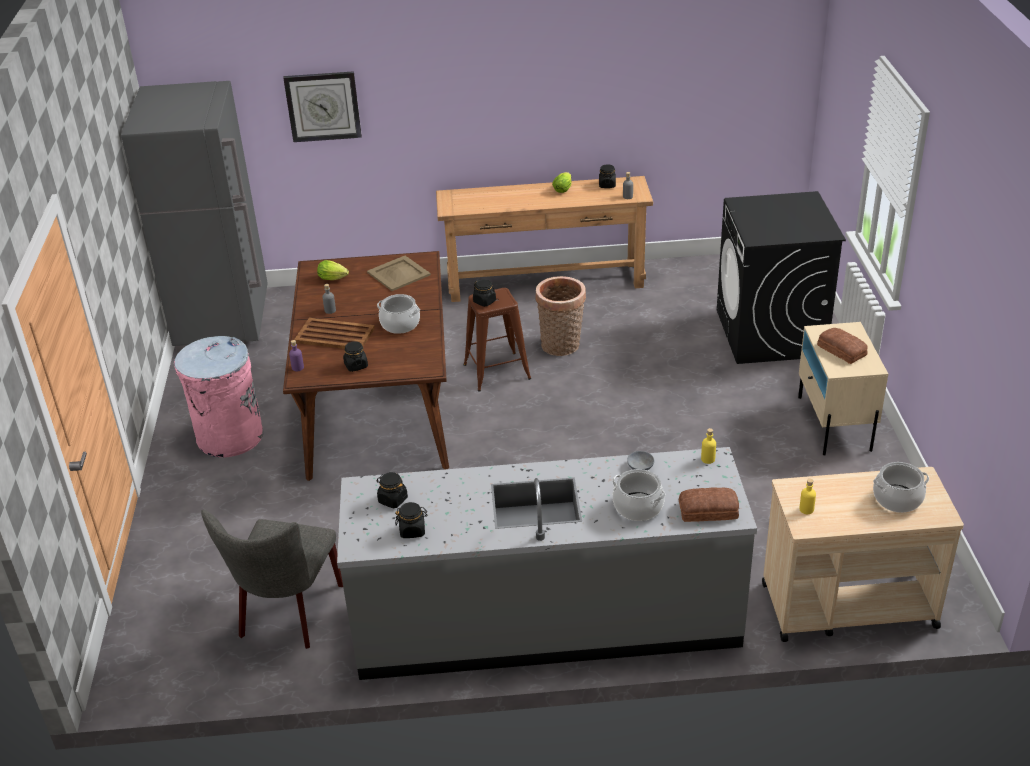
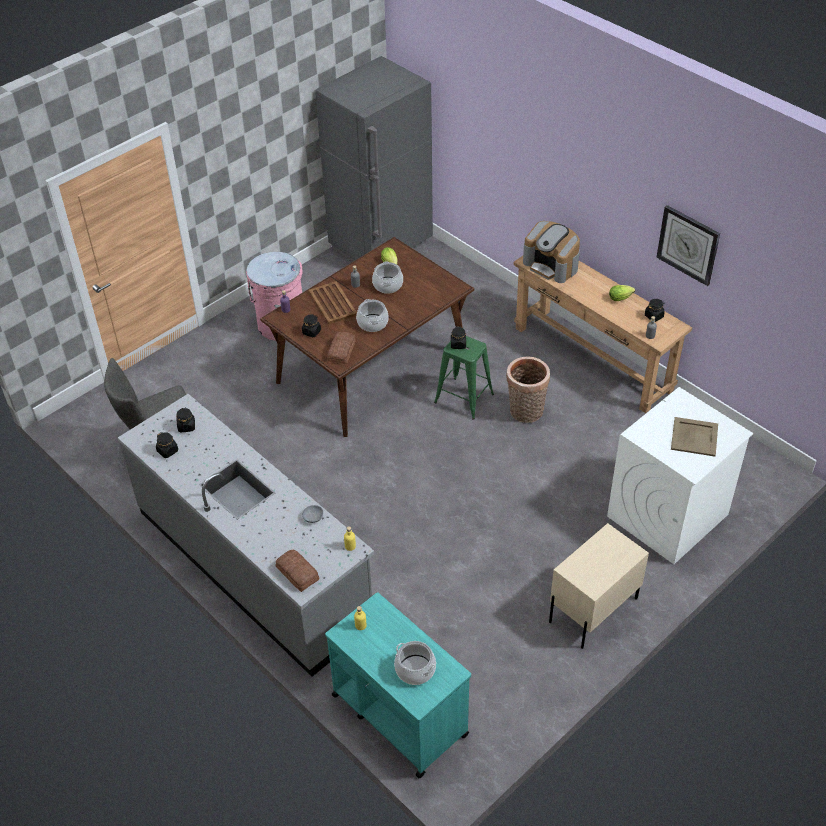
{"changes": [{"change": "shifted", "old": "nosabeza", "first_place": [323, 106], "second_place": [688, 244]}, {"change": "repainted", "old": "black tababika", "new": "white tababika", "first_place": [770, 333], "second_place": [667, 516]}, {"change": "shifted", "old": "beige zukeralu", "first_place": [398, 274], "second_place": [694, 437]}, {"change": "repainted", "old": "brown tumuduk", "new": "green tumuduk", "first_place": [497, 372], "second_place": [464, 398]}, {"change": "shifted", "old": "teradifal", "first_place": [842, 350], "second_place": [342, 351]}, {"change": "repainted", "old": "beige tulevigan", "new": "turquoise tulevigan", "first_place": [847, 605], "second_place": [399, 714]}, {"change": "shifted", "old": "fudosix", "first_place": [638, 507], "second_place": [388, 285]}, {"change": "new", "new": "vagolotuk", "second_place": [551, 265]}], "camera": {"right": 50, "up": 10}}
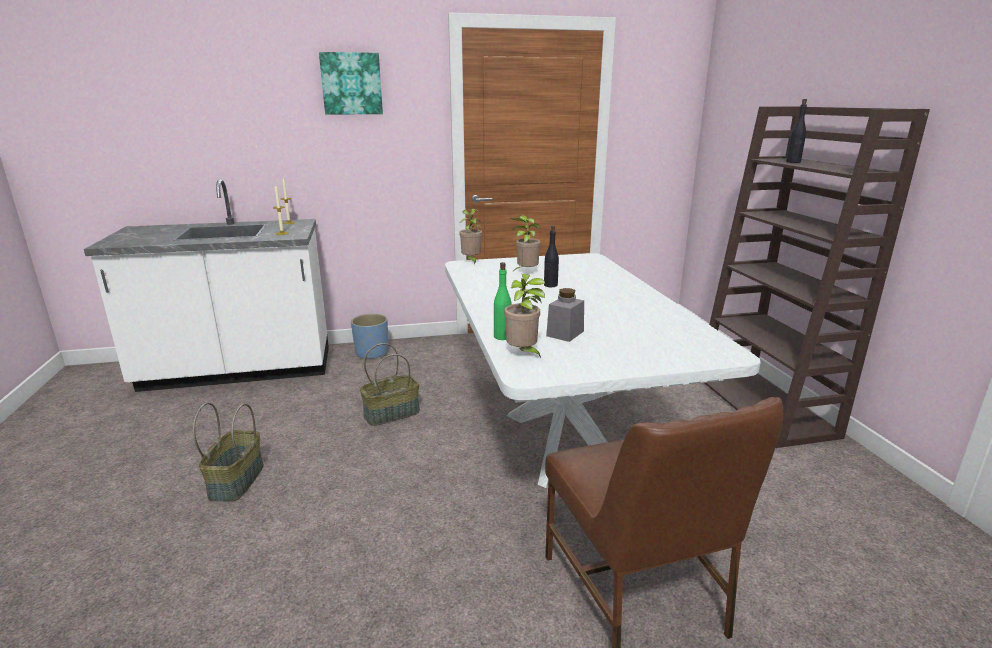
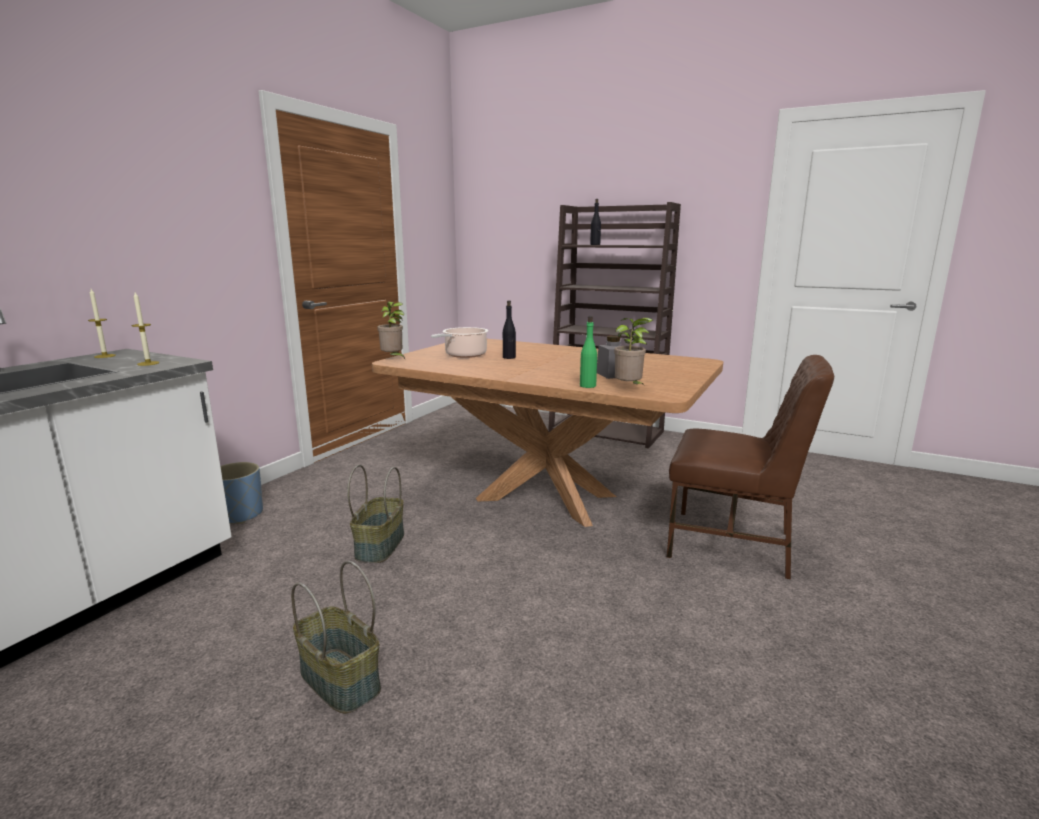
{"changes": [{"change": "gone", "old": "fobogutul", "first_place": [351, 84]}, {"change": "swapped", "old": "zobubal", "new": "fudosix", "first_place": [526, 272], "second_place": [464, 355]}, {"change": "repainted", "old": "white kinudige", "new": "brown kinudige", "first_place": [561, 442], "second_place": [547, 498]}], "camera": {"right": -50, "up": -5}}
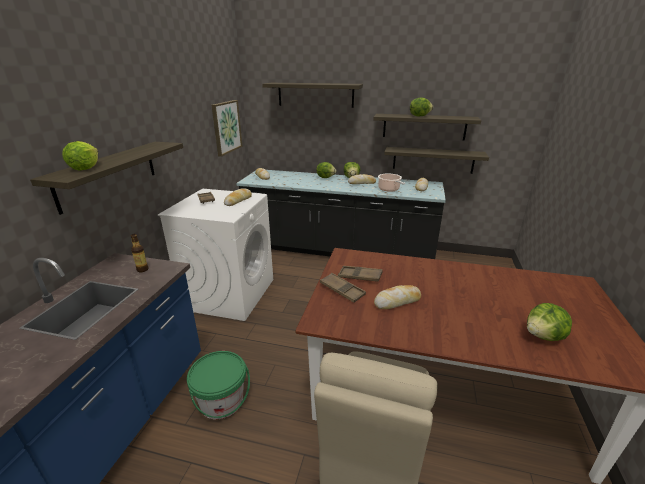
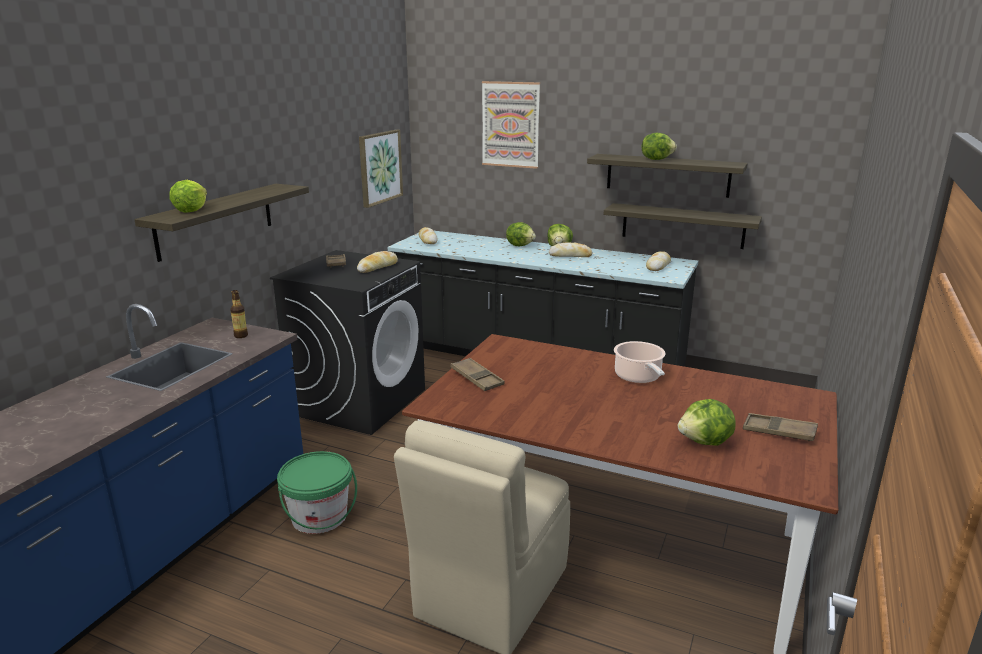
{"changes": [{"change": "swapped", "old": "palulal", "new": "fobogutul", "first_place": [315, 95], "second_place": [510, 124]}, {"change": "shifted", "old": "fudosix", "first_place": [389, 189], "second_place": [638, 377]}, {"change": "repainted", "old": "white tababika", "new": "black tababika", "first_place": [229, 293], "second_place": [359, 401]}, {"change": "shifted", "old": "brown zukeralu", "first_place": [360, 276], "second_place": [779, 432]}, {"change": "gone", "old": "teradifal", "first_place": [397, 301]}], "camera": {"right": 10, "up": -5}}
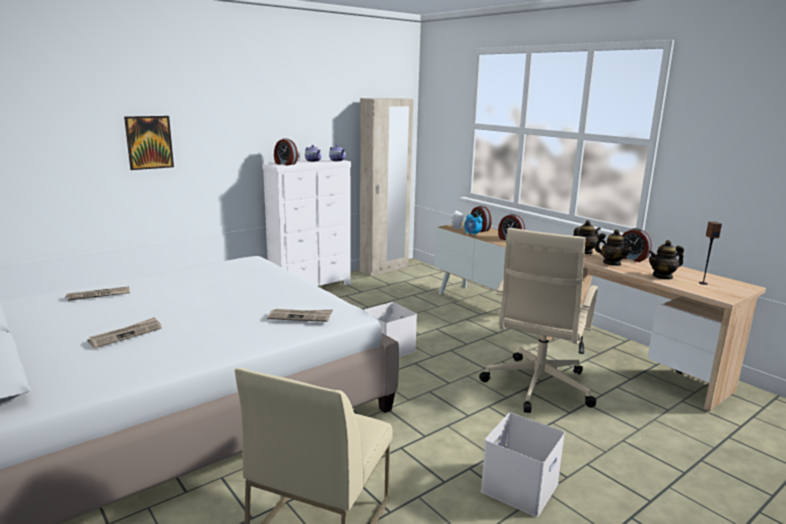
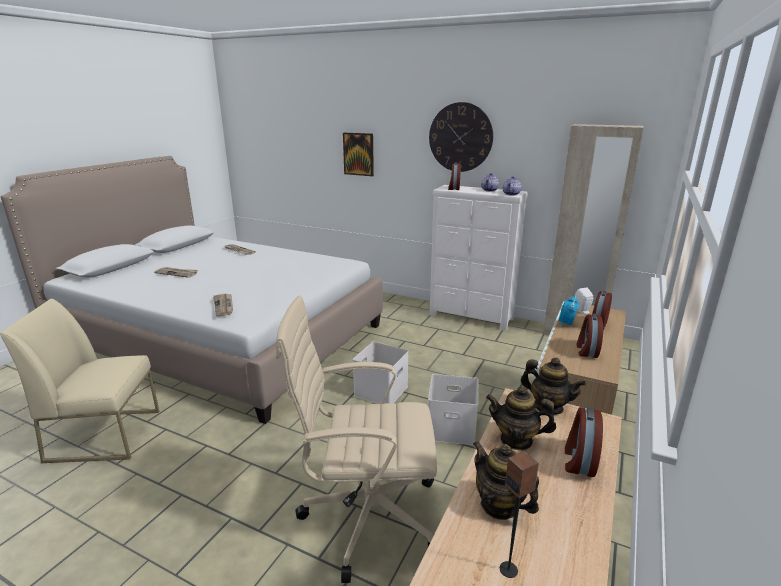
{"changes": [{"change": "rotated", "old": "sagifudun", "first_place": [611, 263], "second_place": [516, 440], "degrees": 90}, {"change": "shifted", "old": "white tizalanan", "first_place": [520, 488], "second_place": [450, 428]}, {"change": "new", "new": "nosabeza", "second_place": [460, 137]}], "camera": {"right": 65, "up": 5}}
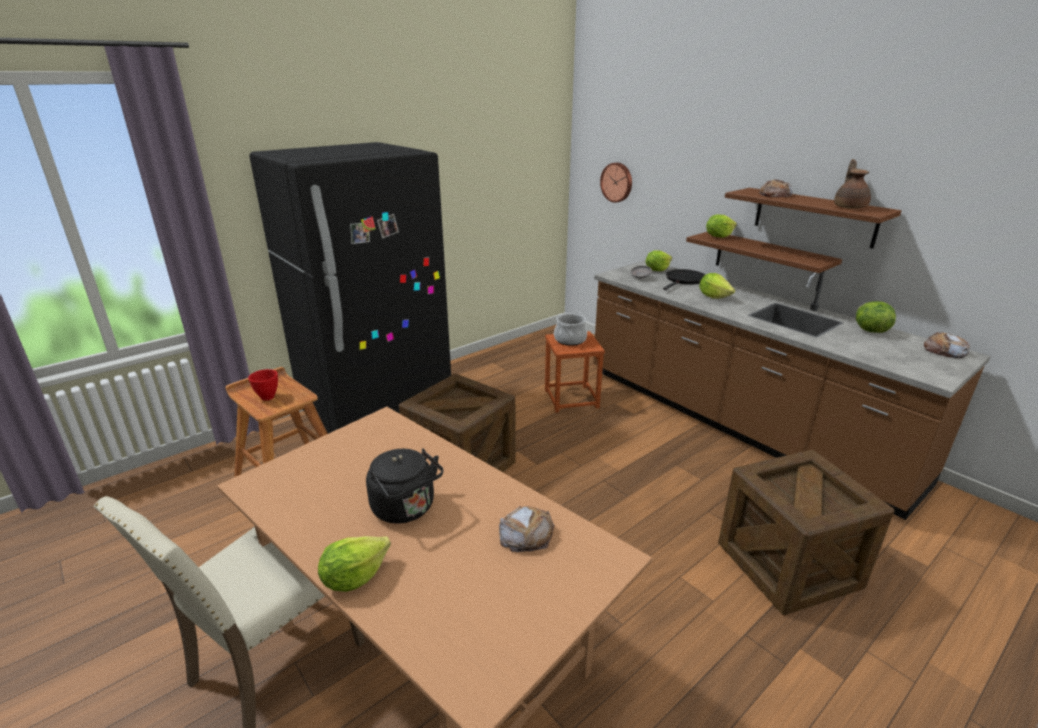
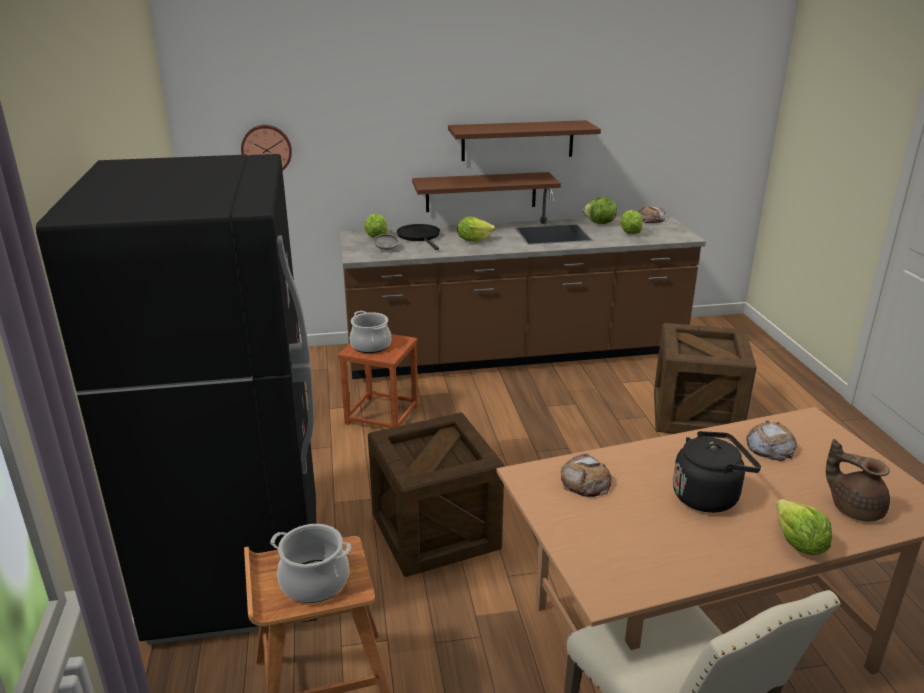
{"changes": [{"change": "shifted", "old": "brown sagifudun", "first_place": [849, 207], "second_place": [854, 508]}, {"change": "shifted", "old": "teradifal", "first_place": [775, 195], "second_place": [585, 481]}, {"change": "shifted", "old": "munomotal", "first_place": [718, 236], "second_place": [629, 233]}, {"change": "swapped", "old": "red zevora", "new": "fudosix", "first_place": [268, 397], "second_place": [315, 581]}], "camera": {"right": -60, "up": 0}}
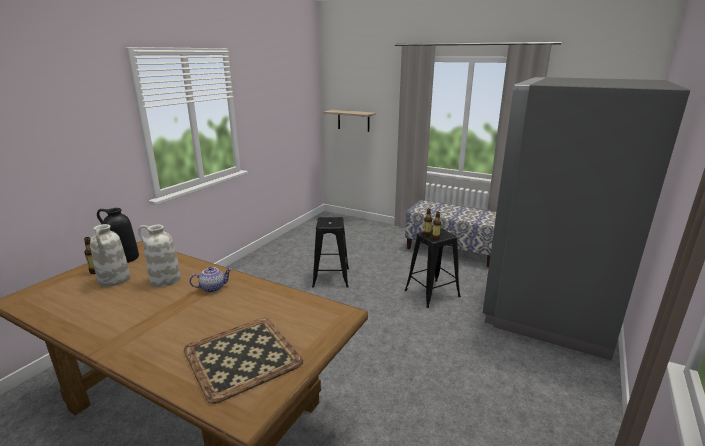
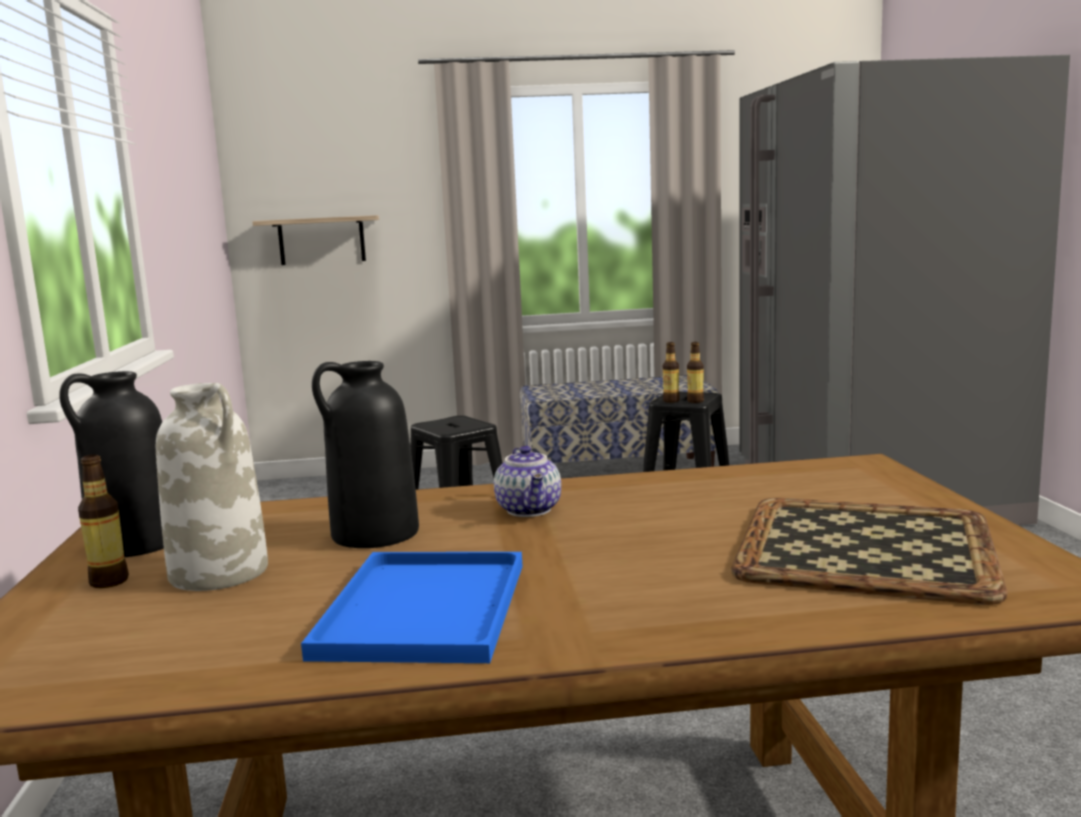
{"changes": [{"change": "repainted", "old": "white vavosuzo", "new": "black vavosuzo", "first_place": [164, 280], "second_place": [374, 534]}, {"change": "rotated", "old": "sagifudun", "first_place": [213, 288], "second_place": [530, 510], "degrees": 135}, {"change": "new", "new": "blue zukeralu", "second_place": [425, 611]}], "camera": {"right": -35, "up": -10}}
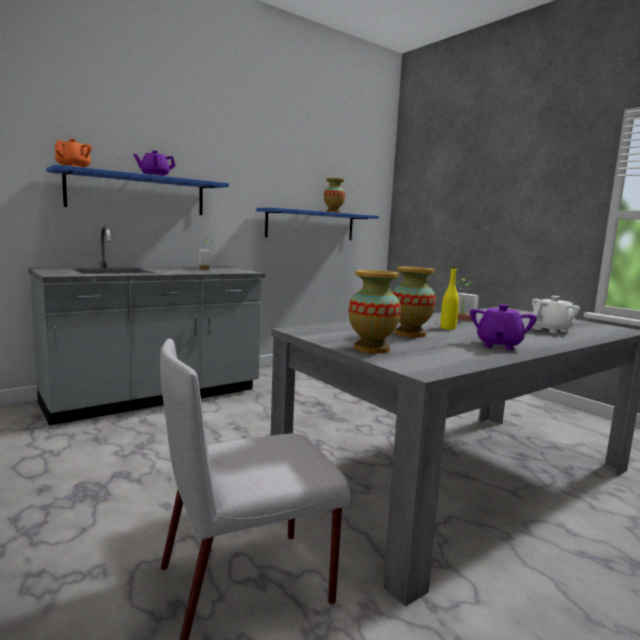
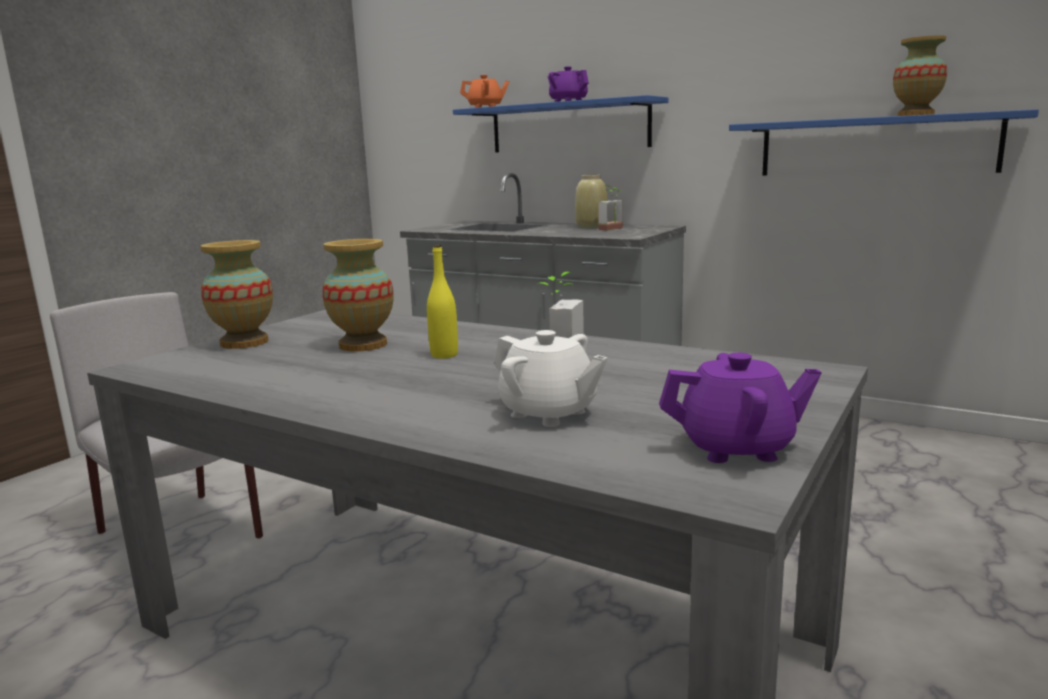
{"changes": [{"change": "shifted", "old": "purple sagifudun", "first_place": [499, 345], "second_place": [737, 448]}, {"change": "new", "new": "beige vavosuzo", "second_place": [591, 227]}], "camera": {"right": 70, "up": 5}}
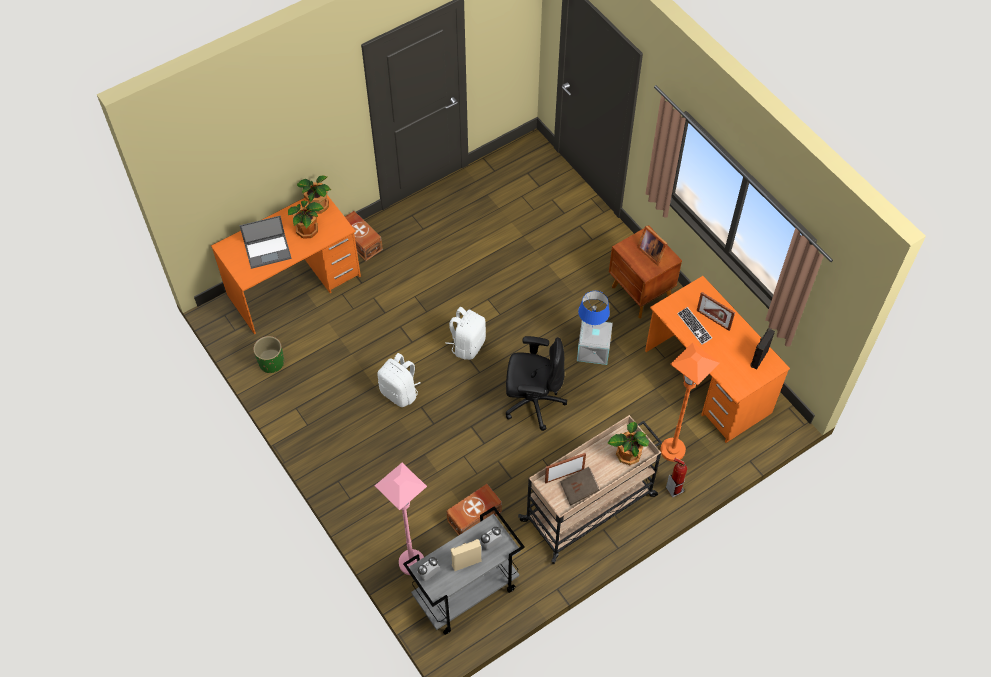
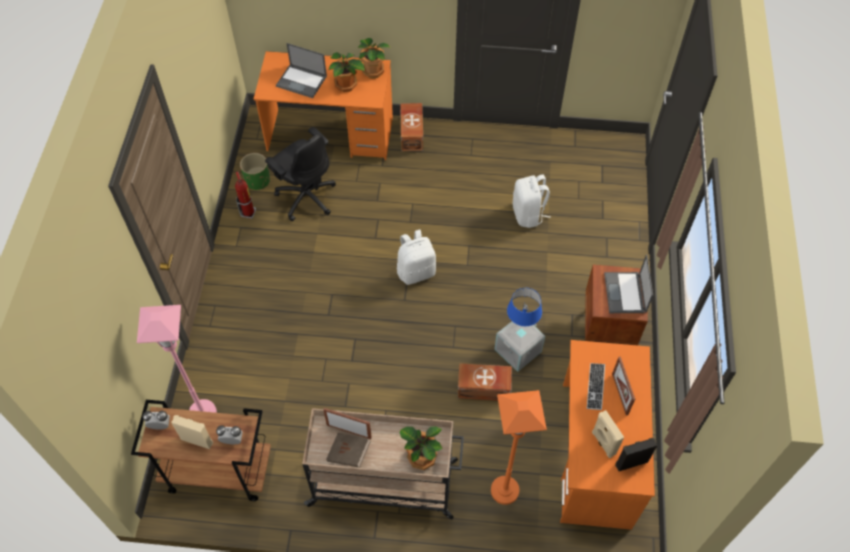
{"changes": [{"change": "swapped", "old": "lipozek", "new": "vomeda", "first_place": [651, 252], "second_place": [625, 293]}, {"change": "shifted", "old": "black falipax", "first_place": [533, 402], "second_place": [306, 196]}, {"change": "shifted", "old": "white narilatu", "first_place": [400, 392], "second_place": [528, 214]}, {"change": "shifted", "old": "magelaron", "first_place": [674, 489], "second_place": [248, 212]}, {"change": "shifted", "old": "brown tizalanan", "first_place": [475, 516], "second_place": [484, 388]}, {"change": "repainted", "old": "grey tulevigan", "new": "brown tulevigan", "first_place": [465, 593], "second_place": [217, 472]}, {"change": "new", "new": "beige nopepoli", "second_place": [603, 443]}], "camera": {"right": 40, "up": 0}}
